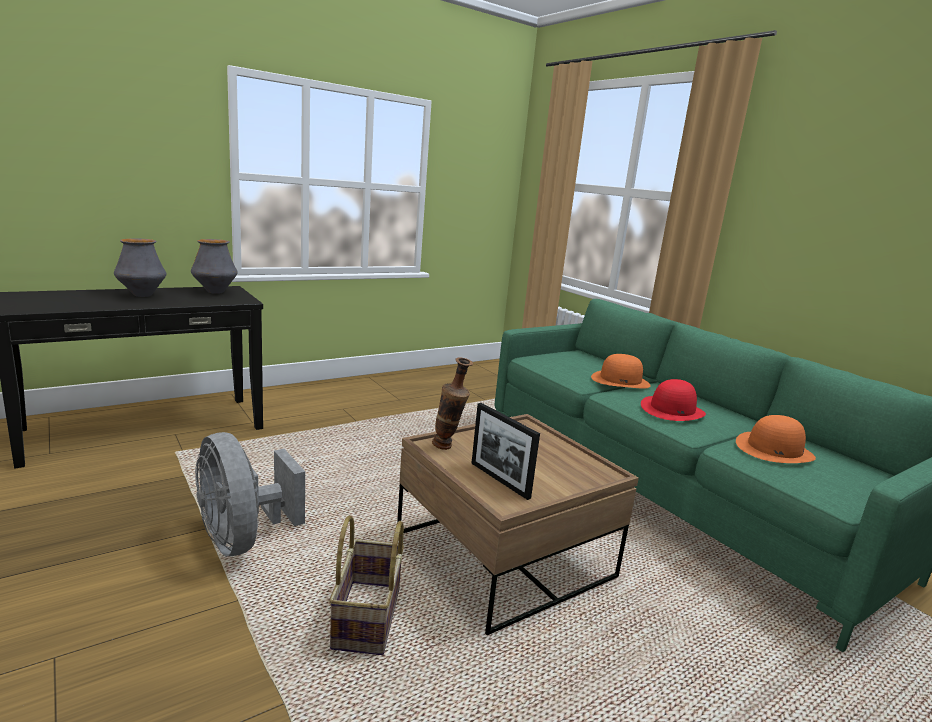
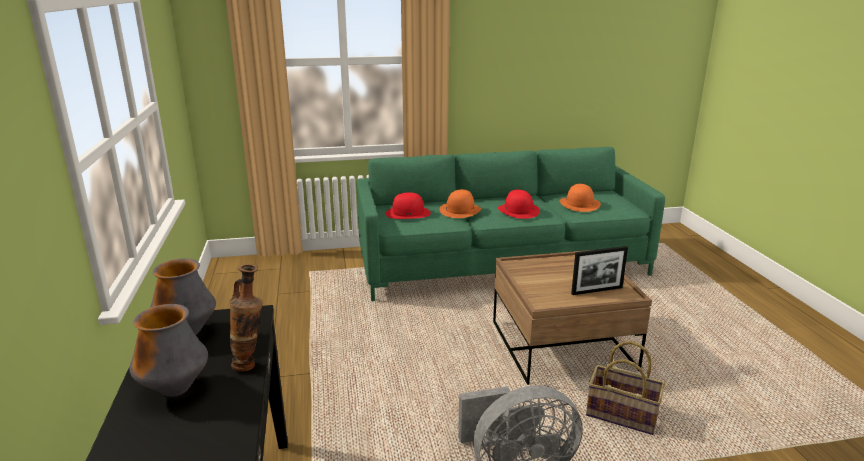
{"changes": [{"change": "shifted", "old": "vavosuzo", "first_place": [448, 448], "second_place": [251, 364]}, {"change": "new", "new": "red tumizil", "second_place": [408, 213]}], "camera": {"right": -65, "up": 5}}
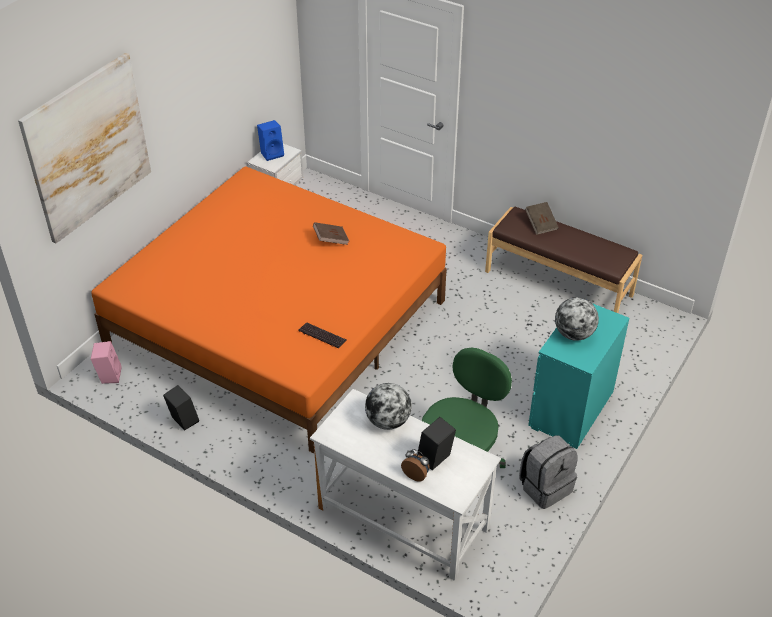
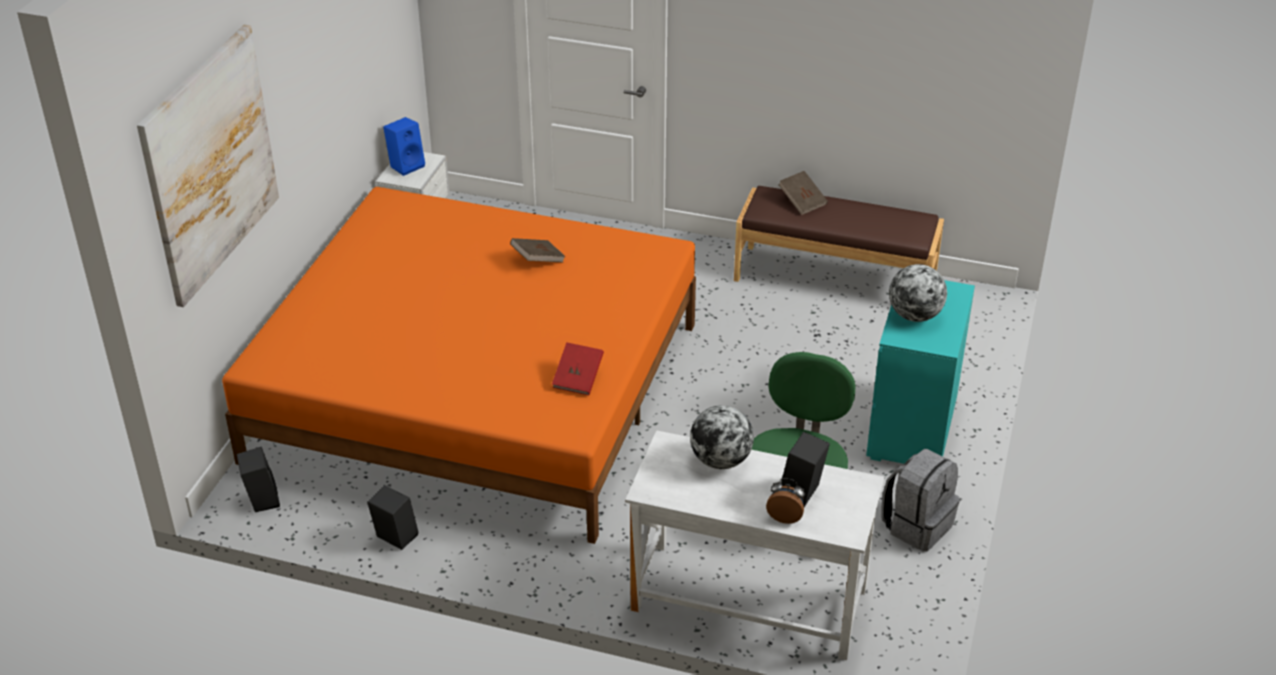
{"changes": [{"change": "swapped", "old": "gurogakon", "new": "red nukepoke", "first_place": [322, 336], "second_place": [578, 379]}, {"change": "repainted", "old": "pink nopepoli", "new": "black nopepoli", "first_place": [109, 375], "second_place": [261, 500]}], "camera": {"right": -15, "up": -5}}
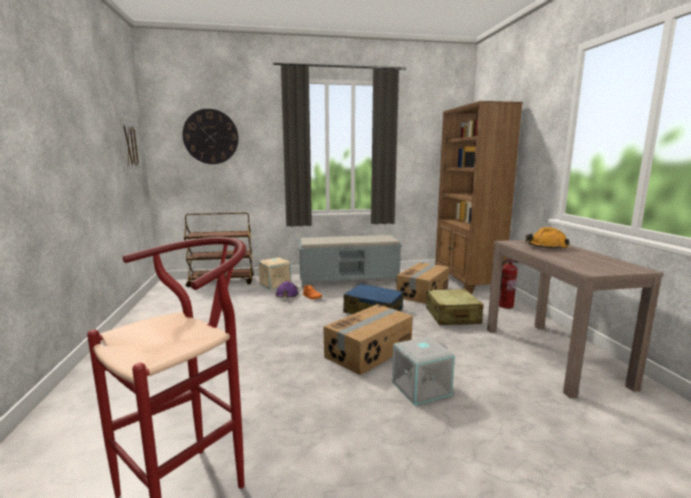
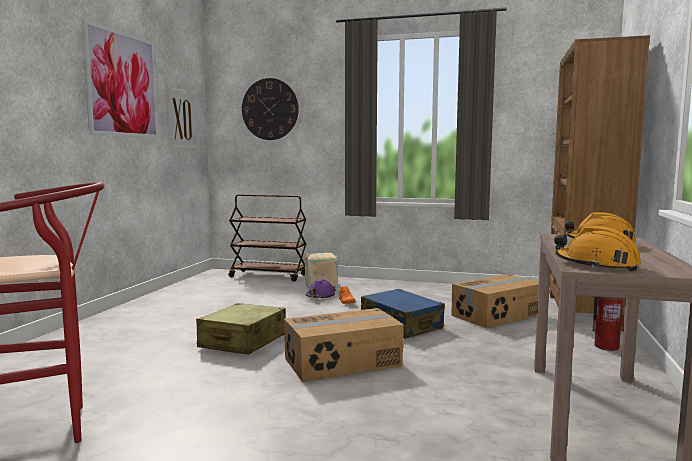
{"changes": [{"change": "gone", "old": "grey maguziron", "first_place": [349, 280]}, {"change": "shifted", "old": "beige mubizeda", "first_place": [452, 316], "second_place": [242, 342]}, {"change": "gone", "old": "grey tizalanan", "first_place": [421, 388]}, {"change": "new", "new": "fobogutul", "second_place": [123, 85]}, {"change": "new", "new": "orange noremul", "second_place": [596, 265]}], "camera": {"right": 25, "up": -5}}
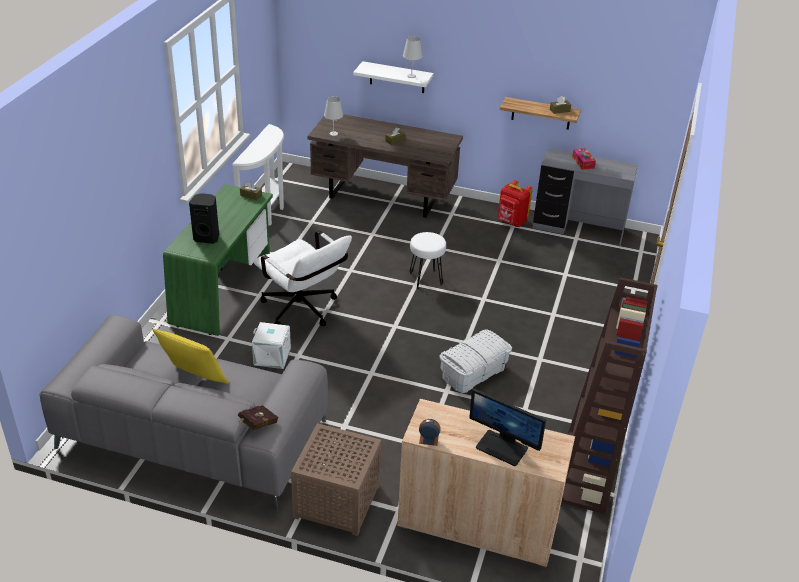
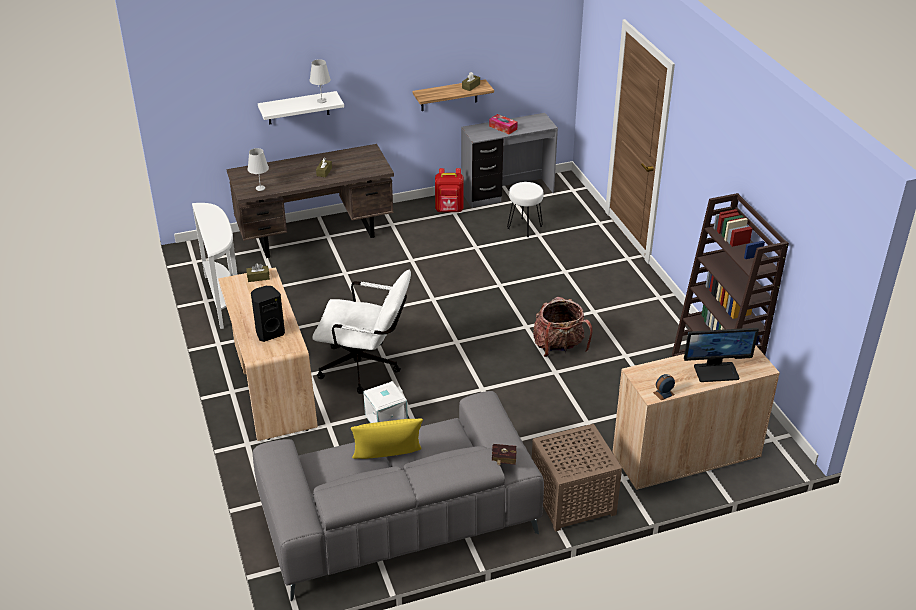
{"changes": [{"change": "repainted", "old": "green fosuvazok", "new": "beige fosuvazok", "first_place": [224, 290], "second_place": [271, 385]}, {"change": "shifted", "old": "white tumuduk", "first_place": [425, 279], "second_place": [524, 227]}, {"change": "swapped", "old": "white tizalanan", "new": "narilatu", "first_place": [473, 373], "second_place": [559, 347]}], "camera": {"right": -35, "up": 0}}
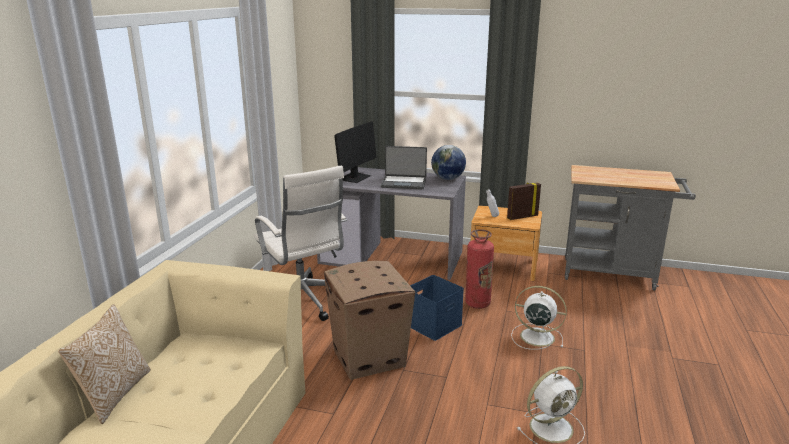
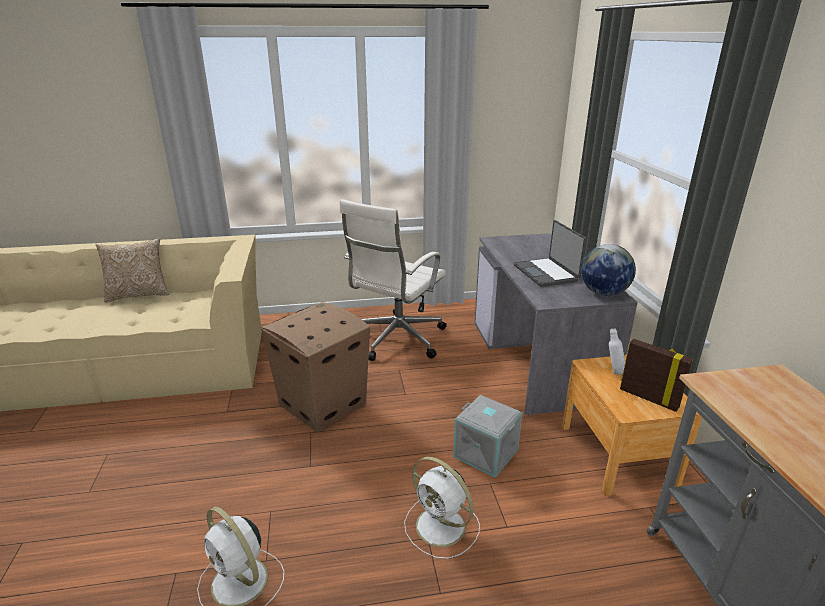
{"changes": [{"change": "gone", "old": "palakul", "first_place": [355, 178]}, {"change": "swapped", "old": "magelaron", "new": "grey tizalanan", "first_place": [477, 303], "second_place": [486, 453]}, {"change": "gone", "old": "blue tizalanan", "first_place": [433, 324]}, {"change": "rotated", "old": "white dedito", "first_place": [535, 336], "second_place": [442, 527], "degrees": 135}], "camera": {"right": 65, "up": 5}}
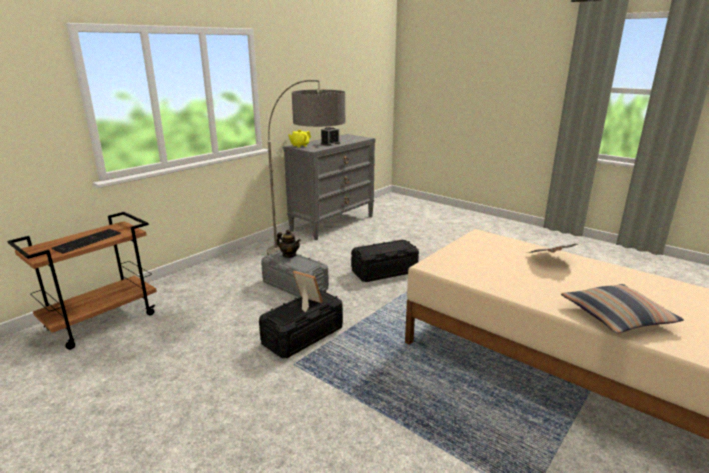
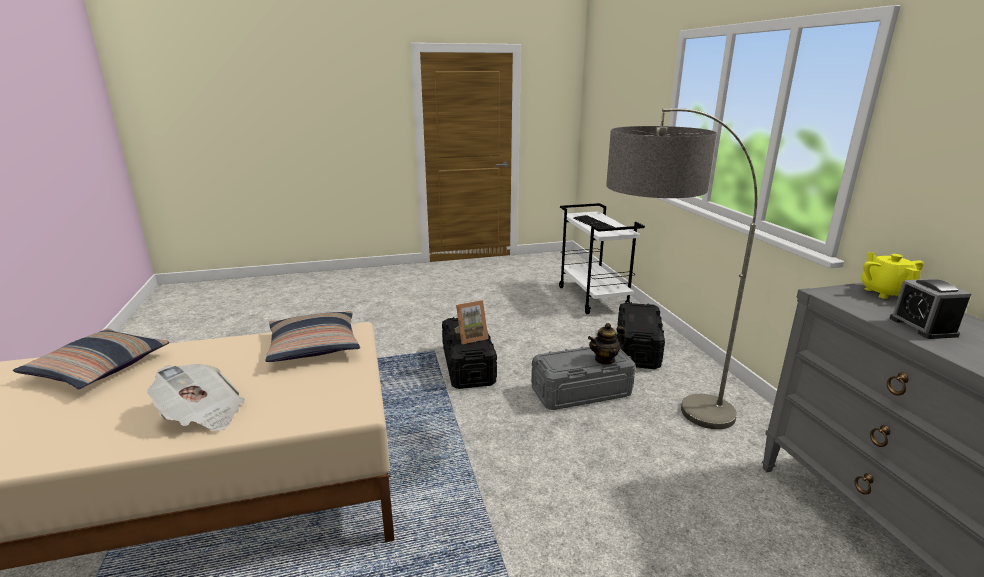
{"changes": [{"change": "repainted", "old": "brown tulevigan", "new": "white tulevigan", "first_place": [103, 321], "second_place": [593, 298]}, {"change": "shifted", "old": "black tizalanan", "first_place": [384, 271], "second_place": [637, 348]}, {"change": "new", "new": "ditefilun", "second_place": [314, 346]}], "camera": {"right": 125, "up": 0}}
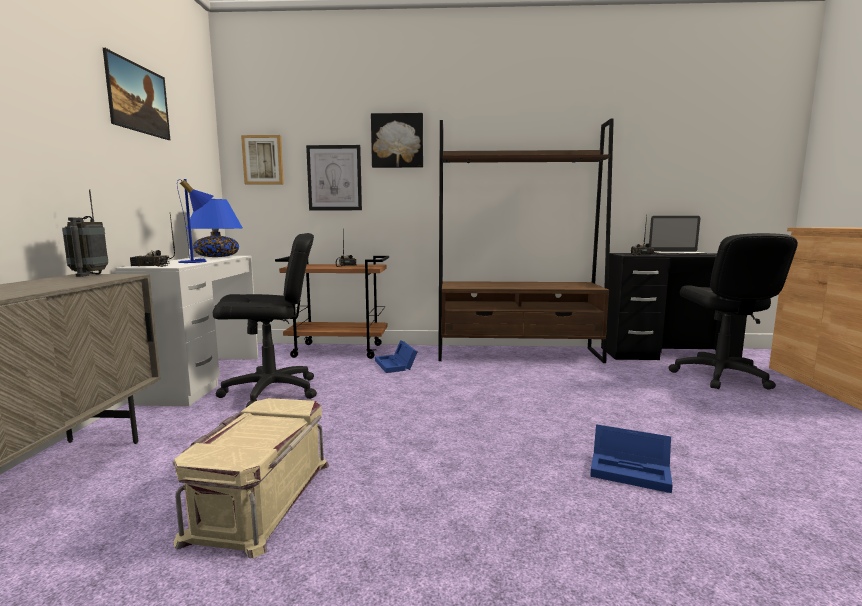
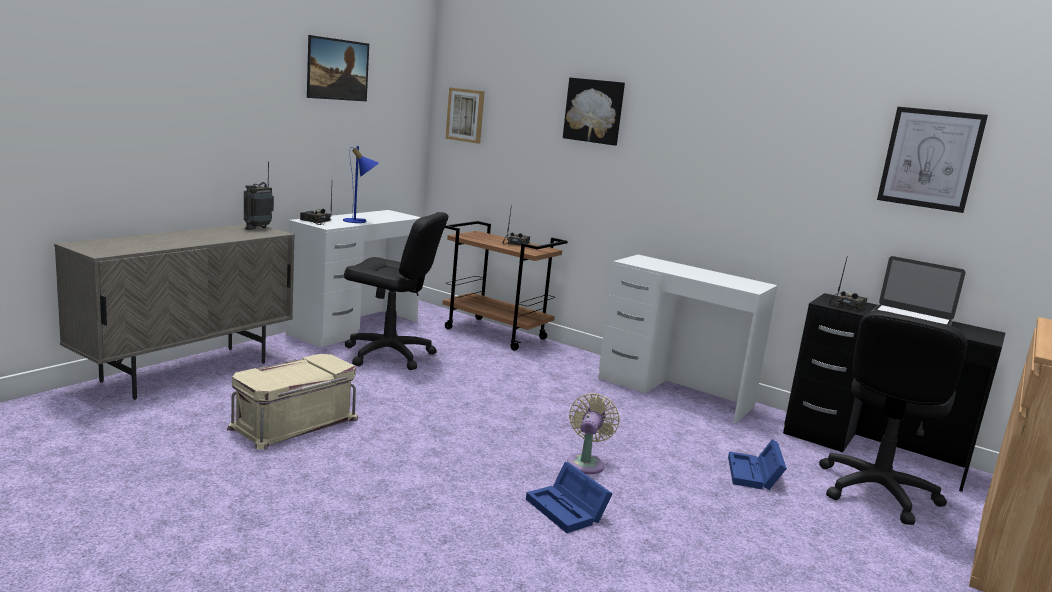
{"changes": [{"change": "swapped", "old": "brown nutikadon", "new": "white fosuvazok", "first_place": [518, 354], "second_place": [674, 392]}, {"change": "shifted", "old": "fobogutul", "first_place": [334, 178], "second_place": [930, 159]}, {"change": "gone", "old": "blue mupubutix", "first_place": [217, 256]}, {"change": "shifted", "old": "blue tizalanan", "first_place": [396, 365], "second_place": [754, 475]}, {"change": "new", "new": "beige dedito", "second_place": [586, 462]}], "camera": {"right": 30, "up": 5}}
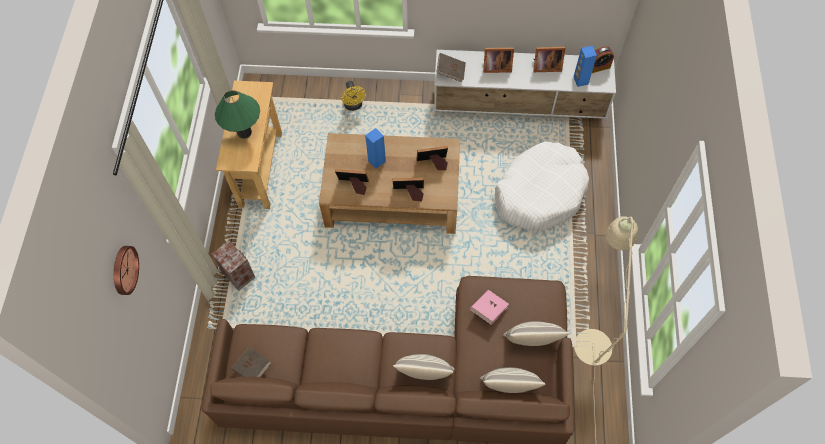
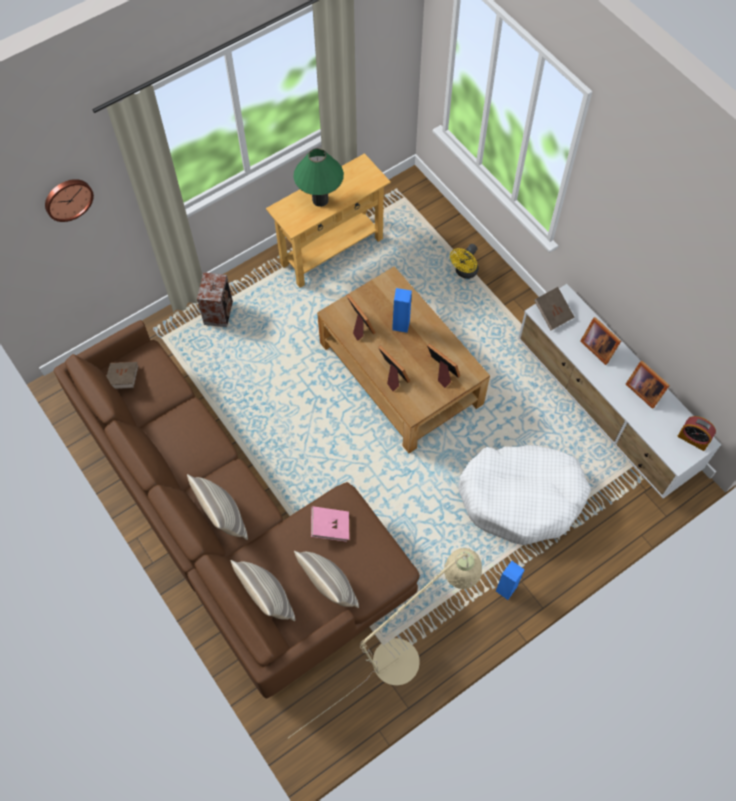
{"changes": [{"change": "shifted", "old": "blue nopepoli", "first_place": [580, 80], "second_place": [505, 589]}], "camera": {"right": 50, "up": 0}}
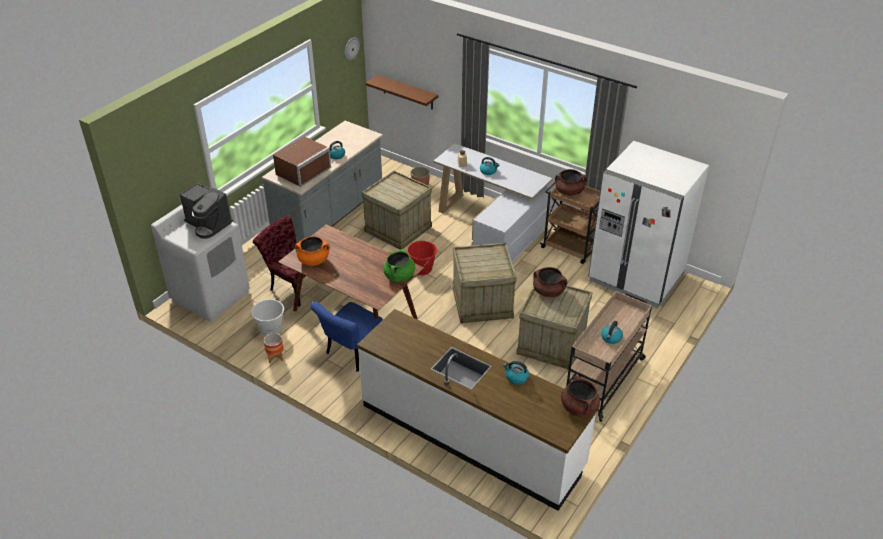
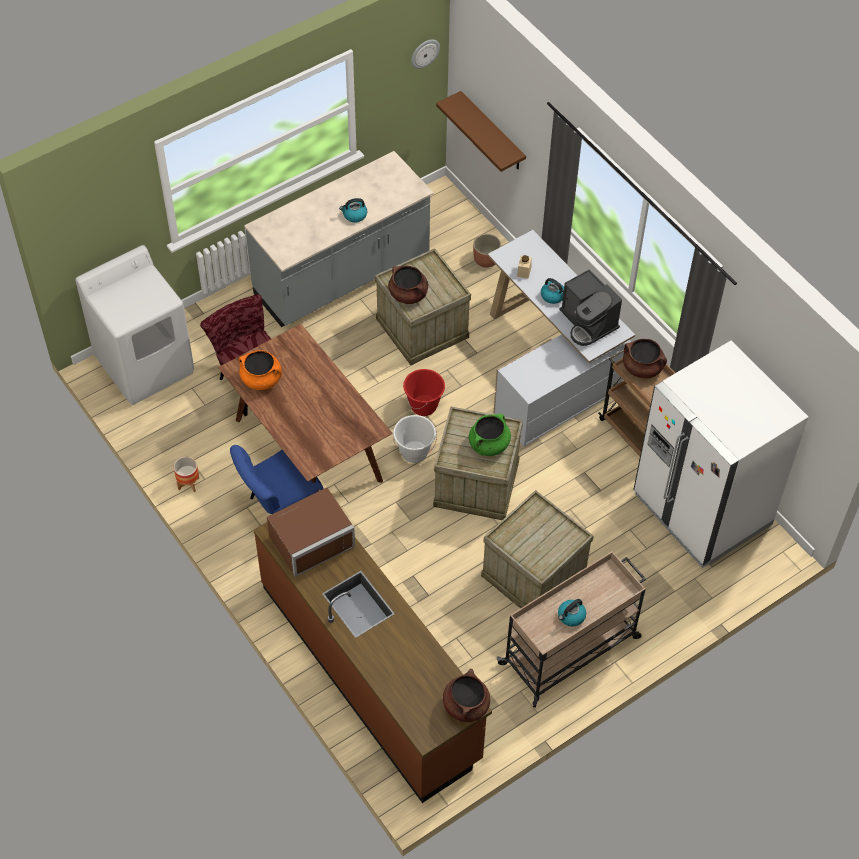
{"changes": [{"change": "shifted", "old": "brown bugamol", "first_place": [301, 171], "second_place": [309, 538]}, {"change": "shifted", "old": "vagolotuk", "first_place": [208, 224], "second_place": [588, 323]}, {"change": "shifted", "old": "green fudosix", "first_place": [399, 276], "second_place": [489, 445]}, {"change": "shifted", "old": "brown fudosix", "first_place": [548, 291], "second_place": [408, 294]}, {"change": "shifted", "old": "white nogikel", "first_place": [271, 329], "second_place": [414, 452]}, {"change": "repainted", "old": "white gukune", "new": "brown gukune", "first_place": [471, 435], "second_place": [370, 671]}, {"change": "gone", "old": "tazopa", "first_place": [516, 377]}], "camera": {"right": 20, "up": 15}}
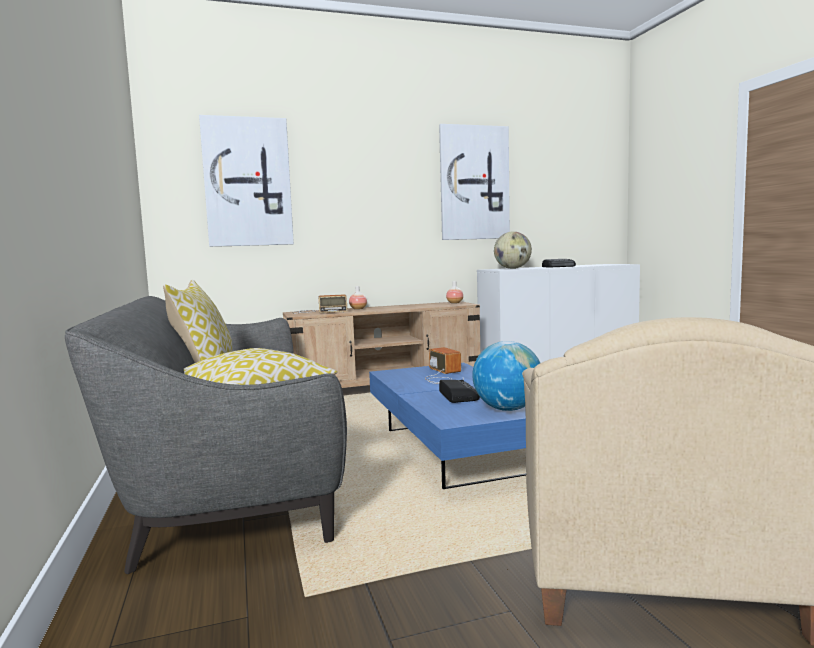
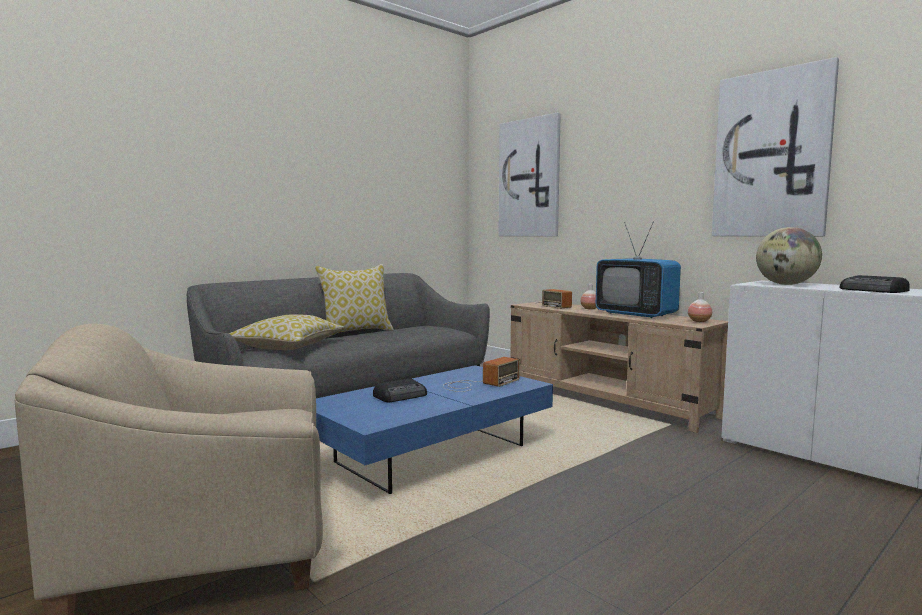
{"changes": [{"change": "gone", "old": "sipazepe", "first_place": [507, 409]}, {"change": "new", "new": "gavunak", "second_place": [636, 314]}], "camera": {"right": 65, "up": 0}}
